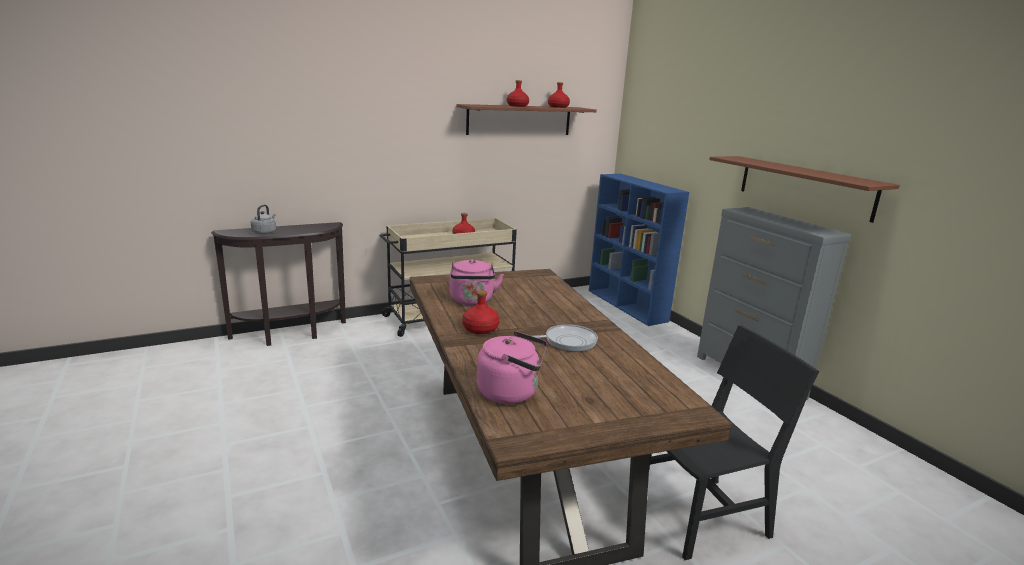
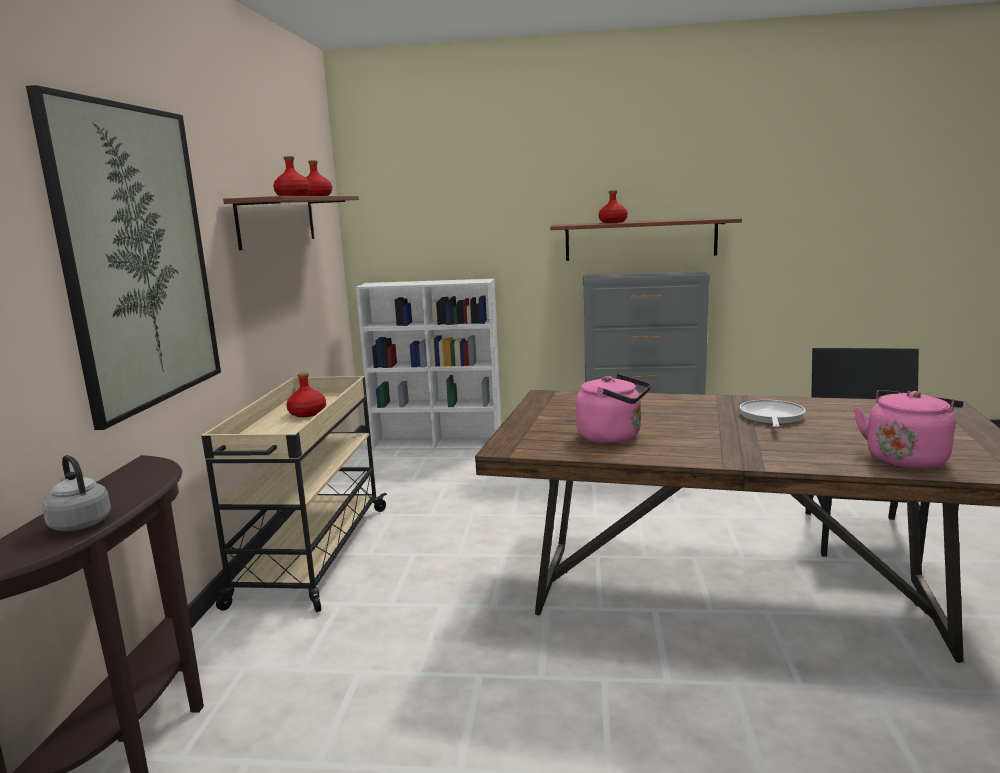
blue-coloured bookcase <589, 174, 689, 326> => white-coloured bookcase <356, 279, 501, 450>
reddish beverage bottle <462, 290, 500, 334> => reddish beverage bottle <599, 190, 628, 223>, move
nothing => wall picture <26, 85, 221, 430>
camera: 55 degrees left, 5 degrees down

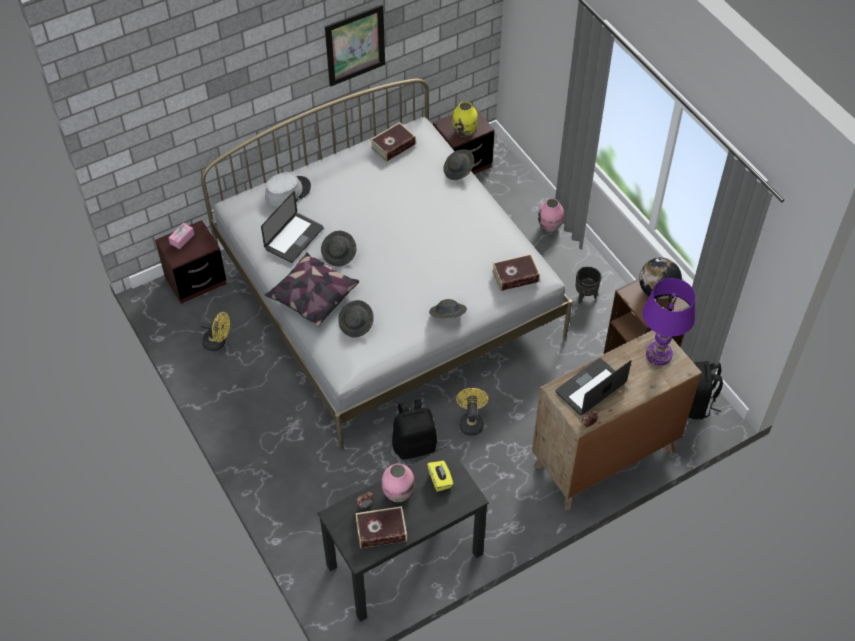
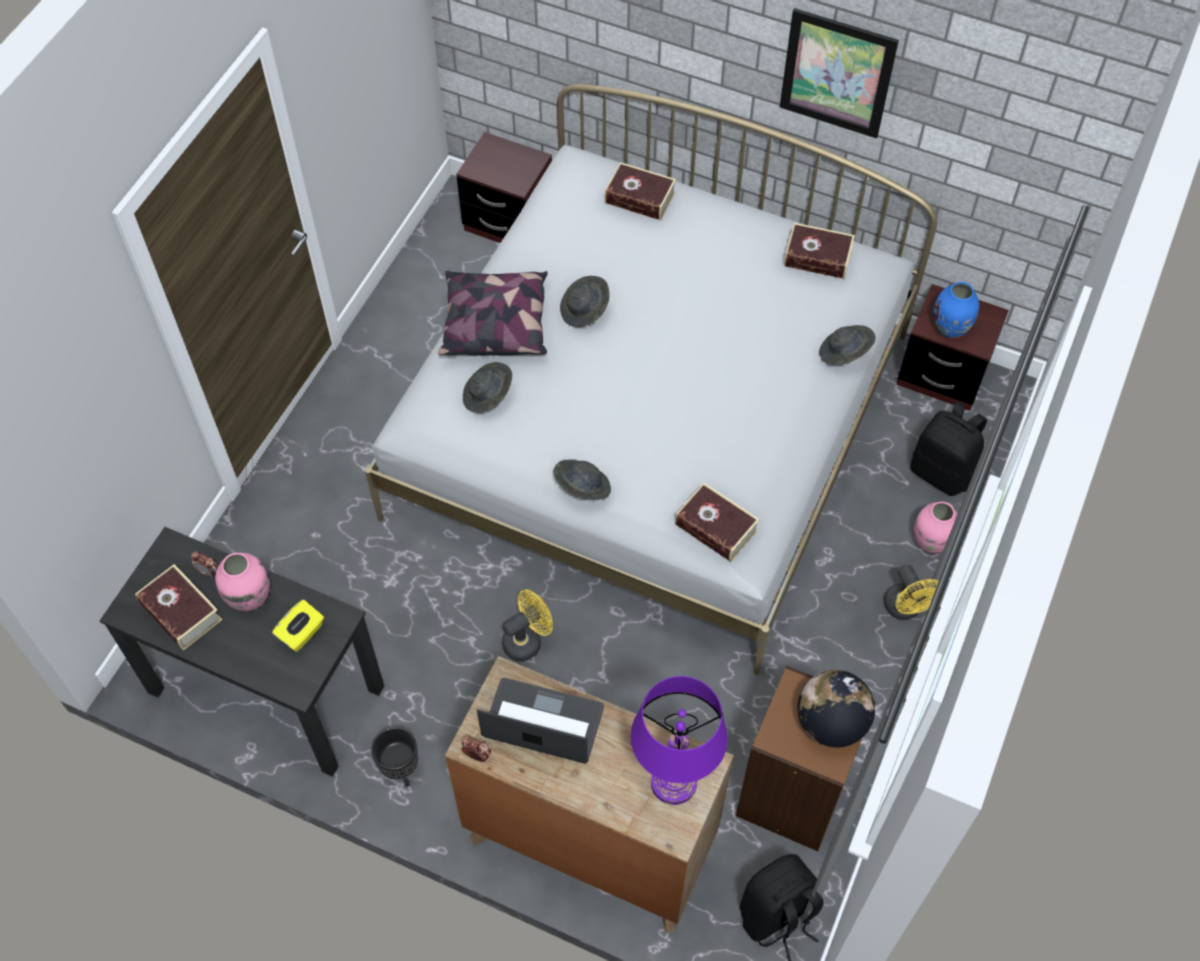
yellow flower vase <452, 101, 478, 137> => blue-coloured flower vase <933, 282, 979, 338>
gray clothing hat <265, 172, 311, 207> => bound book <605, 162, 676, 220>
laptop <261, 191, 324, 263> => nothing
pink box of tissues <168, 223, 194, 249> => nothing
black-coloured planter <575, 266, 601, 303> => black-coloured planter <371, 727, 418, 787>, move
yellow fan <200, 312, 230, 351> => yellow fan <884, 565, 939, 620>, move
black-coloured rucksack <392, 399, 437, 460> => black-coloured rucksack <911, 401, 987, 496>, move
camera: 55 degrees right, 5 degrees up

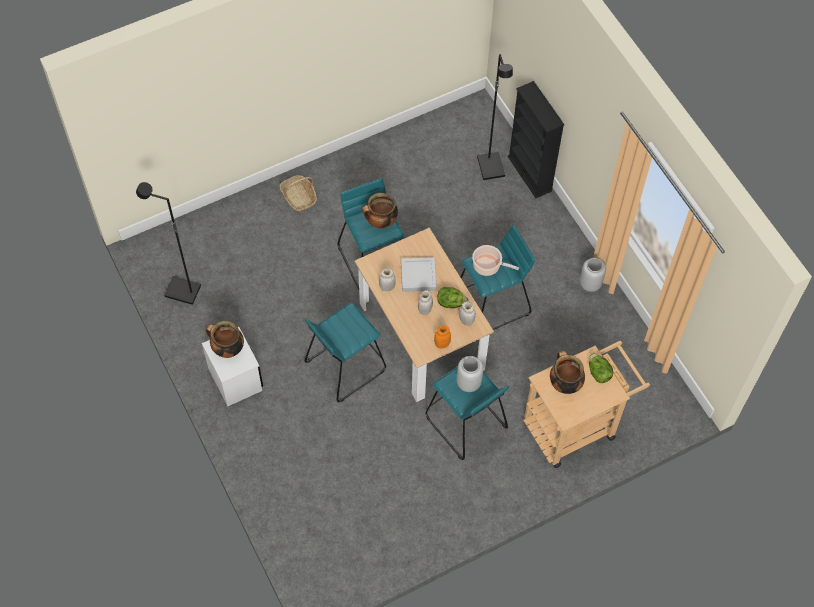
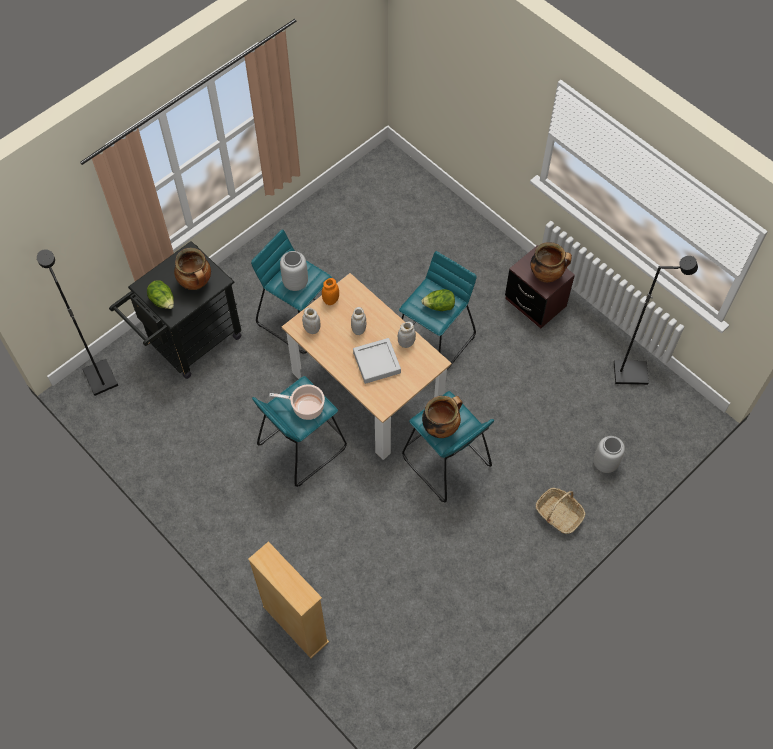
black-coloured standing lamp <477, 54, 513, 180> => black-coloured standing lamp <37, 249, 118, 396>, move
black-coloured bookcase <508, 81, 564, 198> => beige bookcase <248, 541, 329, 658>
gray flower vase <580, 258, 606, 292> => gray flower vase <594, 436, 625, 473>, move
lettuce head <437, 287, 469, 308> => lettuce head <421, 289, 455, 311>, move
white-coloured nightstand <202, 327, 263, 406> => brown nightstand <505, 245, 575, 329>
beige cart <523, 341, 650, 468> => black-coloured cart <109, 241, 241, 379>
camera: 165 degrees right, 0 degrees up

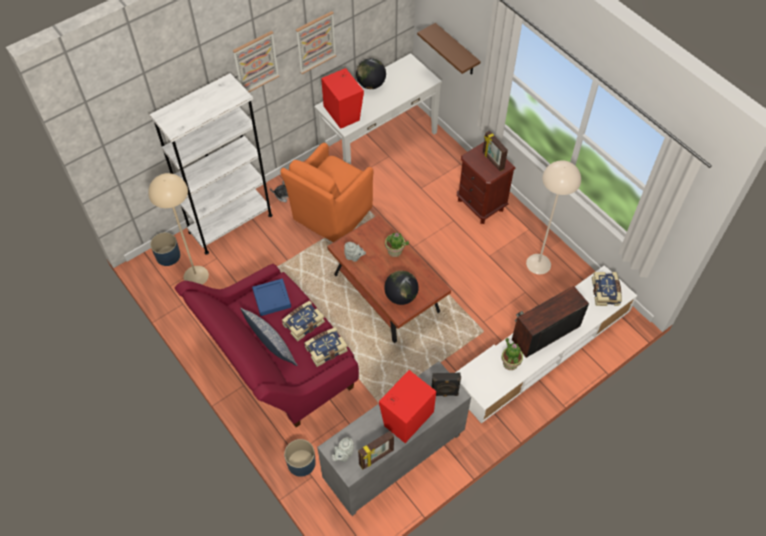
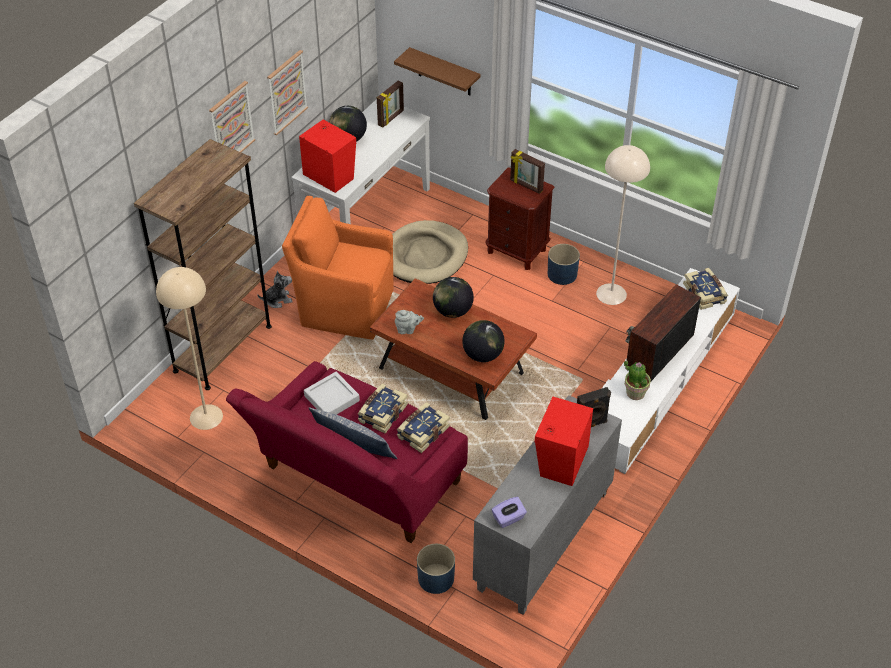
white-coloured bookcase <149, 73, 273, 255> => brown bookcase <134, 139, 272, 390>
orange easy chair <280, 143, 373, 242> => orange easy chair <282, 196, 394, 339>, 90 degrees clockwise
blue-coloured planter <150, 232, 180, 266> => blue-coloured planter <548, 244, 580, 285>, move
plant in a pot <385, 232, 409, 257> => world globe <433, 277, 474, 318>
blue-coloured carrying tray <252, 279, 291, 316> => gray carrying tray <304, 372, 360, 415>
picture frame <358, 431, 394, 469> => picture frame <377, 81, 404, 128>, move
gray pot for tea <332, 437, 354, 462> => purple-coloured box of tissues <492, 497, 527, 528>
nothing => beige dog cushion <392, 220, 468, 284>
camera: 20 degrees left, 10 degrees down

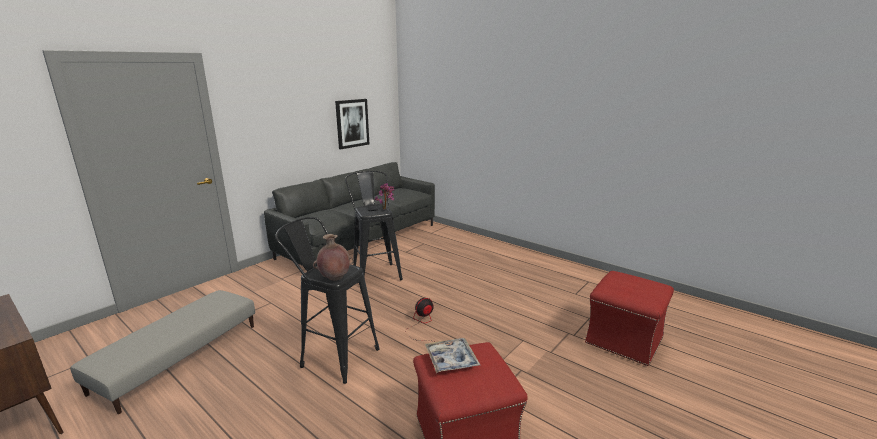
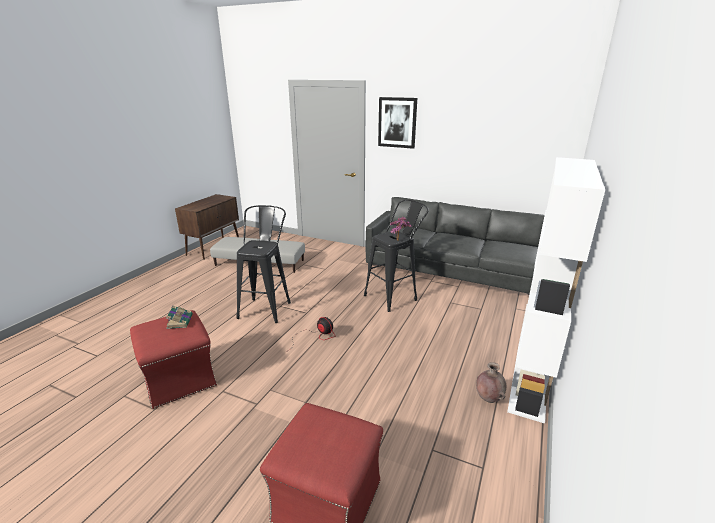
wall picture <335, 99, 369, 149> => wall picture <378, 97, 417, 149>, move
brown flower vase <313, 234, 354, 281> => brown flower vase <476, 362, 506, 403>, move
carrying tray <425, 338, 480, 373> => bound book <166, 306, 193, 329>
nothing => white-coloured bookcase <507, 157, 605, 423>
camera: 75 degrees right, 5 degrees up

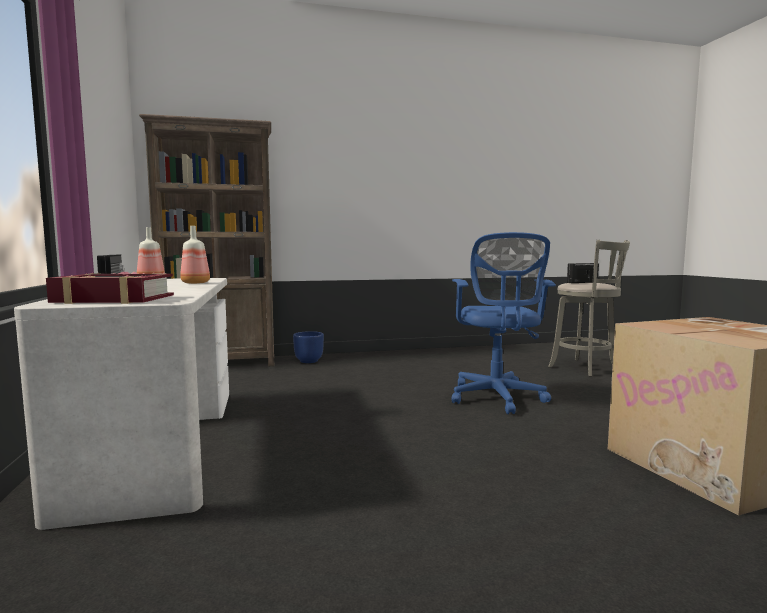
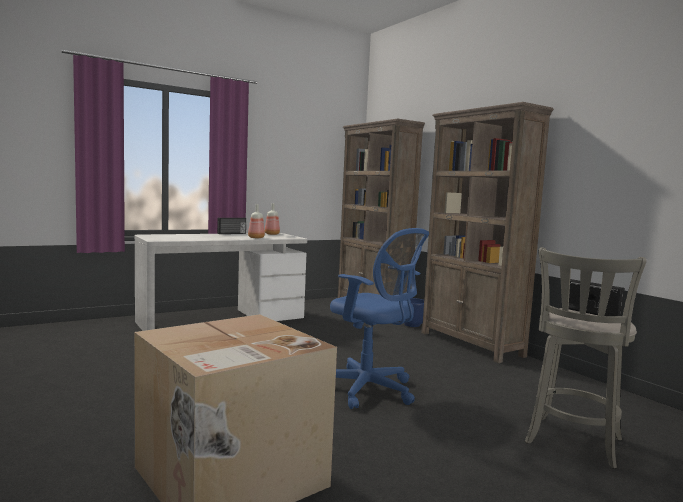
blue-coloured computer chair <451, 232, 556, 414> => blue-coloured computer chair <330, 228, 429, 409>, 120 degrees counterclockwise
bound book <46, 271, 174, 304> => nothing
nothing => brown bookcase <421, 102, 554, 363>
camera: 70 degrees right, 0 degrees up

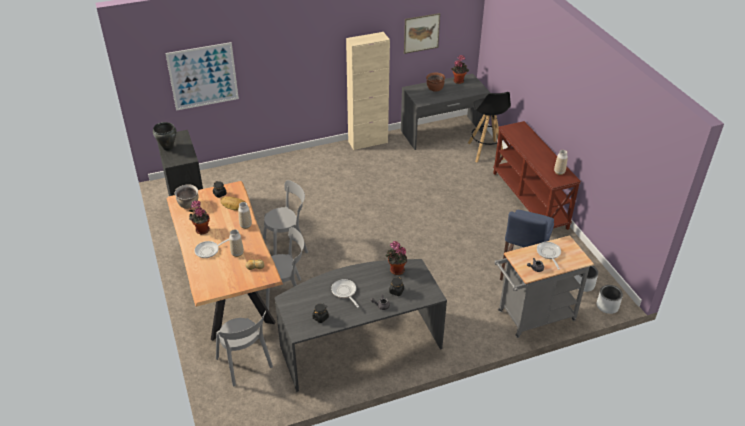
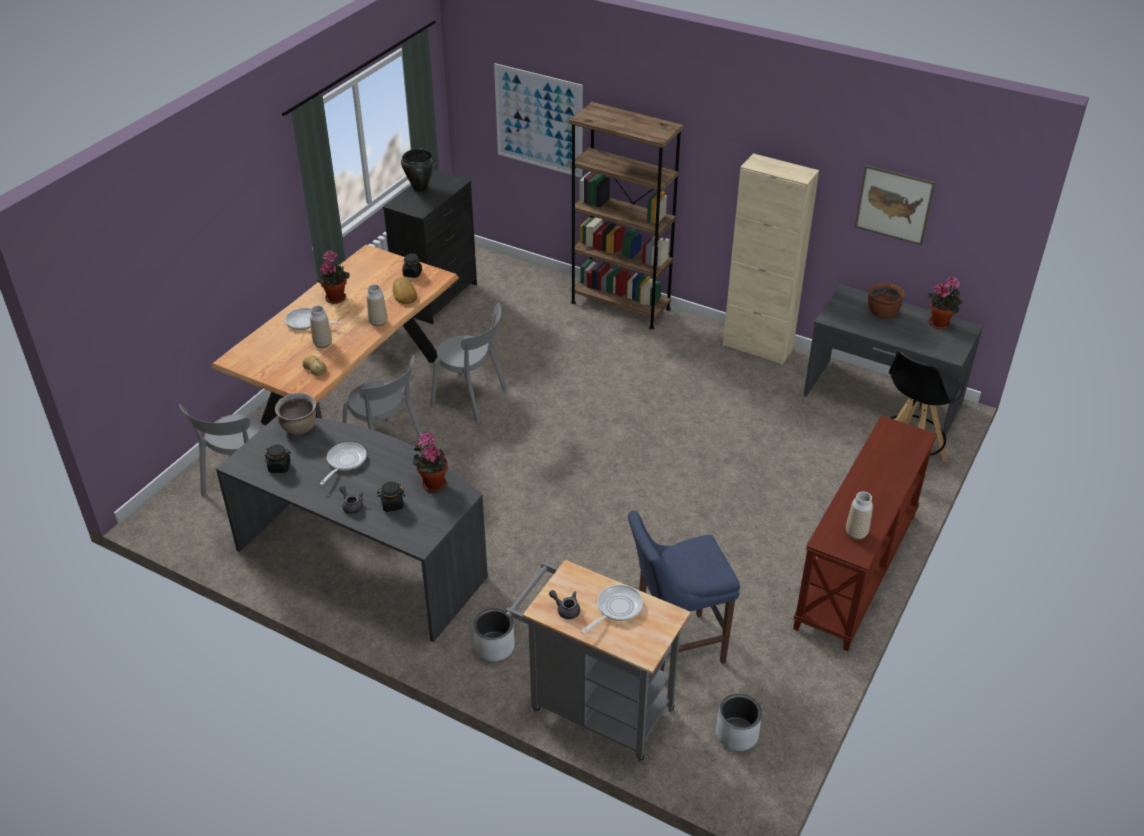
brown saucepot <175, 184, 198, 209> => brown saucepot <275, 393, 316, 435>, move
gray planter <597, 285, 623, 314> => gray planter <473, 609, 515, 661>, move
nothing => brown bookcase <569, 102, 684, 330>
camera: 50 degrees right, 0 degrees up

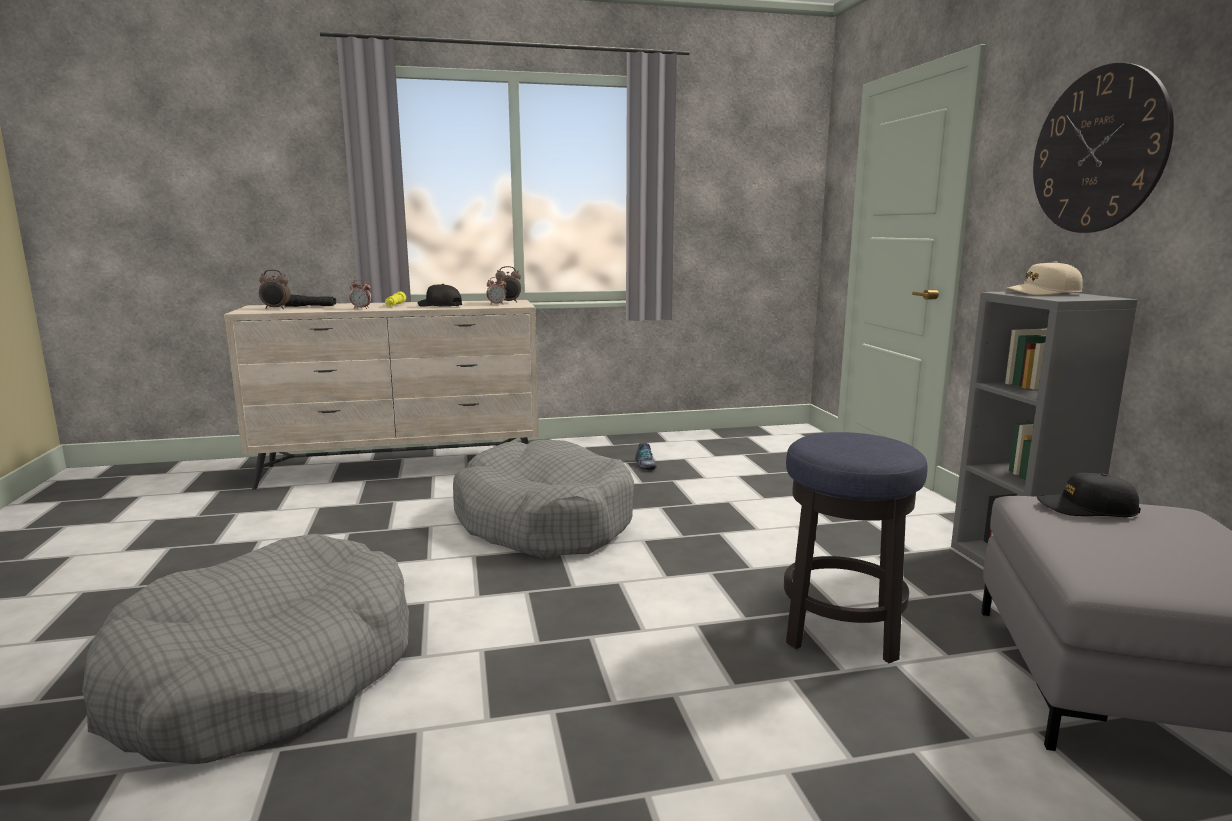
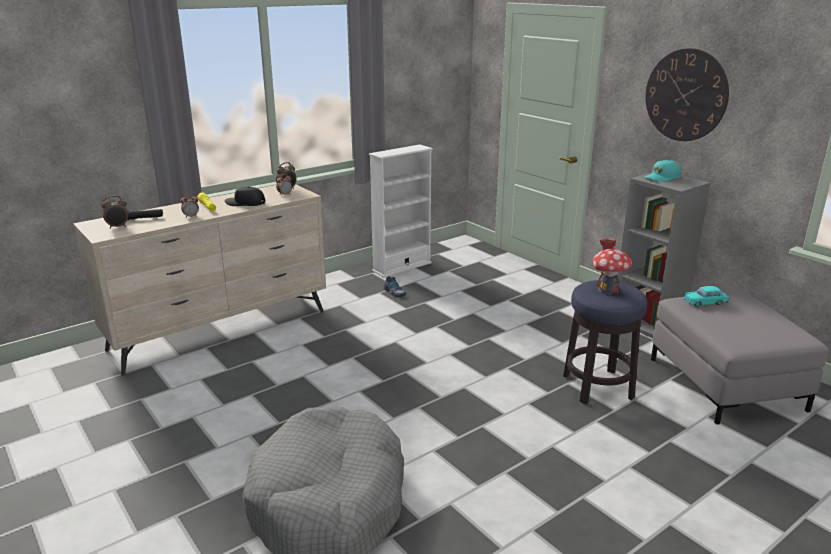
beige cap <1005, 261, 1083, 295> => blue-green cap <645, 160, 681, 182>
gray dog cushion <453, 439, 634, 558> => nothing
black-coloured cap <1037, 473, 1141, 517> => blue-green toy car <684, 286, 730, 307>
nothing => white-coloured bookcase <369, 144, 433, 277>
nothing => toy house <592, 238, 632, 295>
camera: 25 degrees left, 10 degrees up

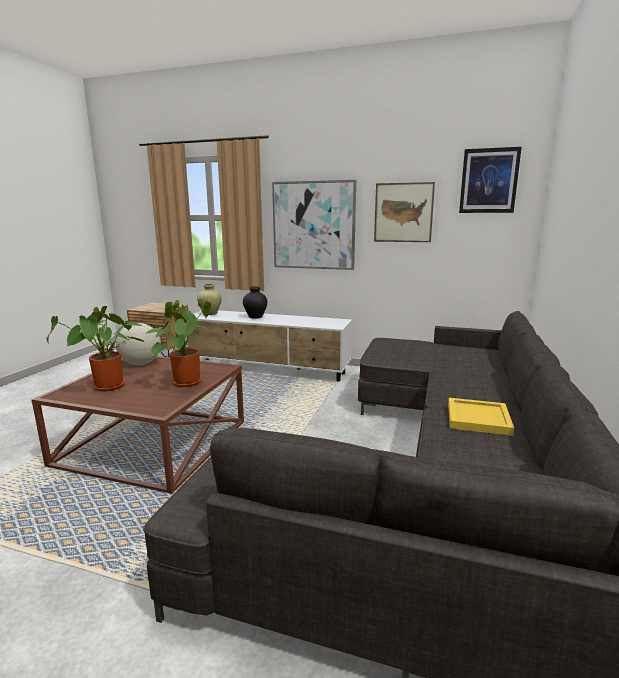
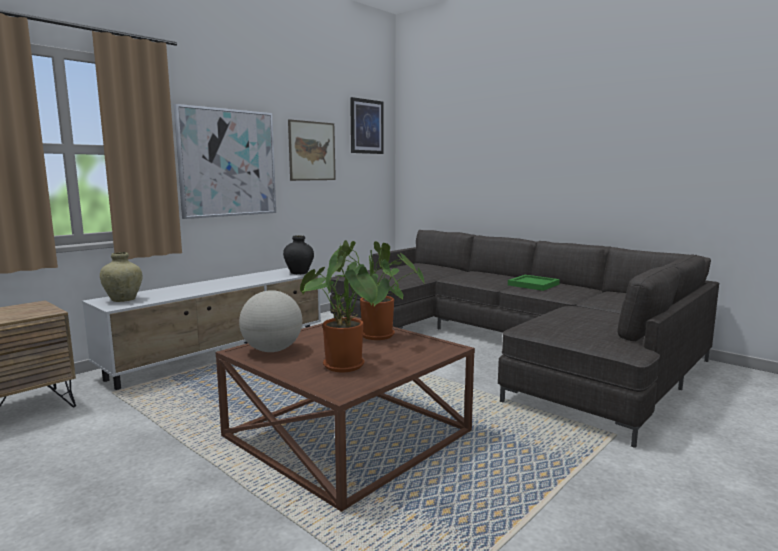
black-coloured flower vase <243, 286, 267, 319> => black-coloured flower vase <283, 235, 314, 274>, move
yellow carrying tray <448, 398, 514, 436> => green-coloured carrying tray <508, 275, 560, 291>
camera: 65 degrees left, 5 degrees down

